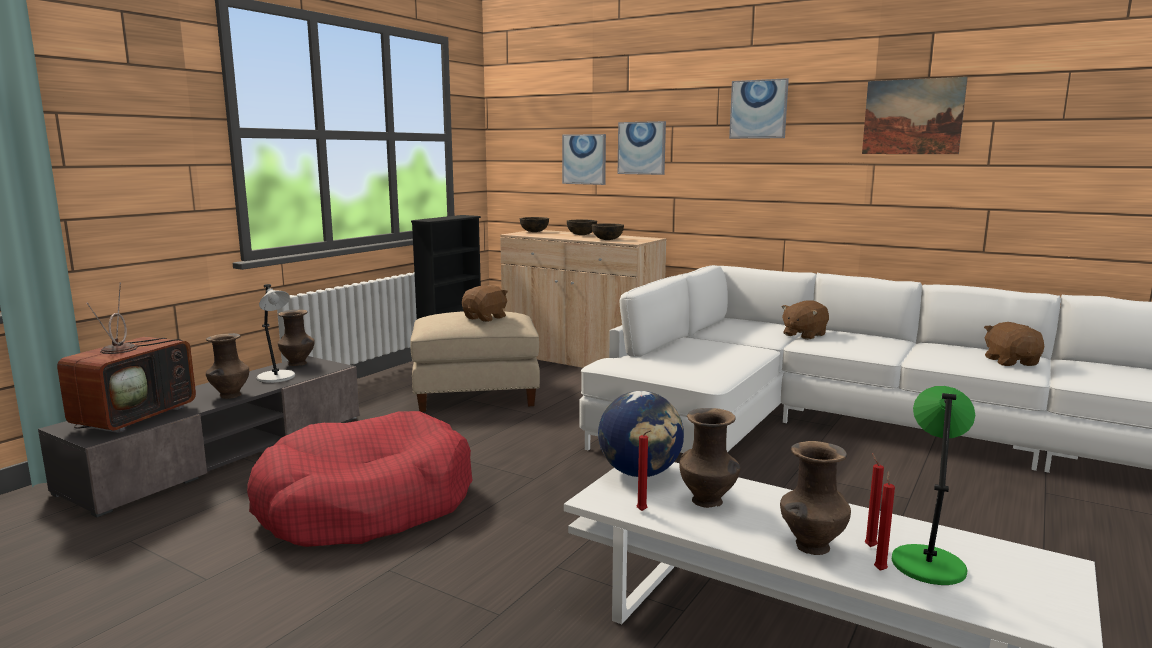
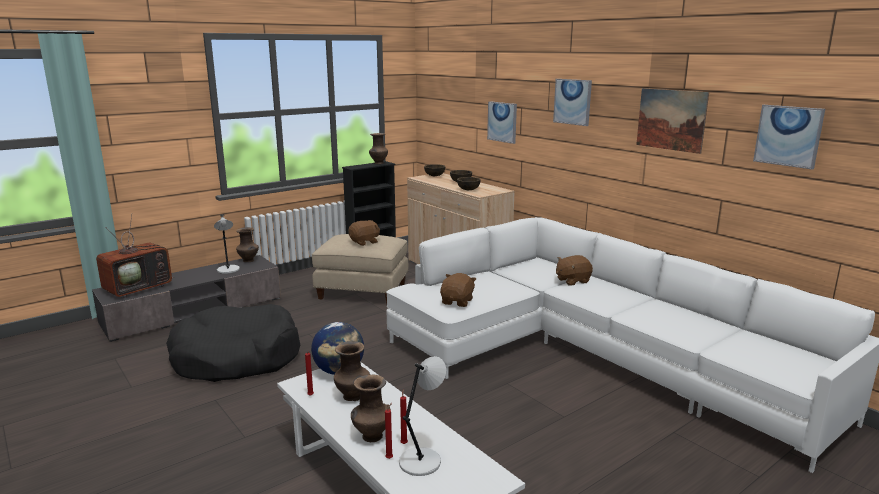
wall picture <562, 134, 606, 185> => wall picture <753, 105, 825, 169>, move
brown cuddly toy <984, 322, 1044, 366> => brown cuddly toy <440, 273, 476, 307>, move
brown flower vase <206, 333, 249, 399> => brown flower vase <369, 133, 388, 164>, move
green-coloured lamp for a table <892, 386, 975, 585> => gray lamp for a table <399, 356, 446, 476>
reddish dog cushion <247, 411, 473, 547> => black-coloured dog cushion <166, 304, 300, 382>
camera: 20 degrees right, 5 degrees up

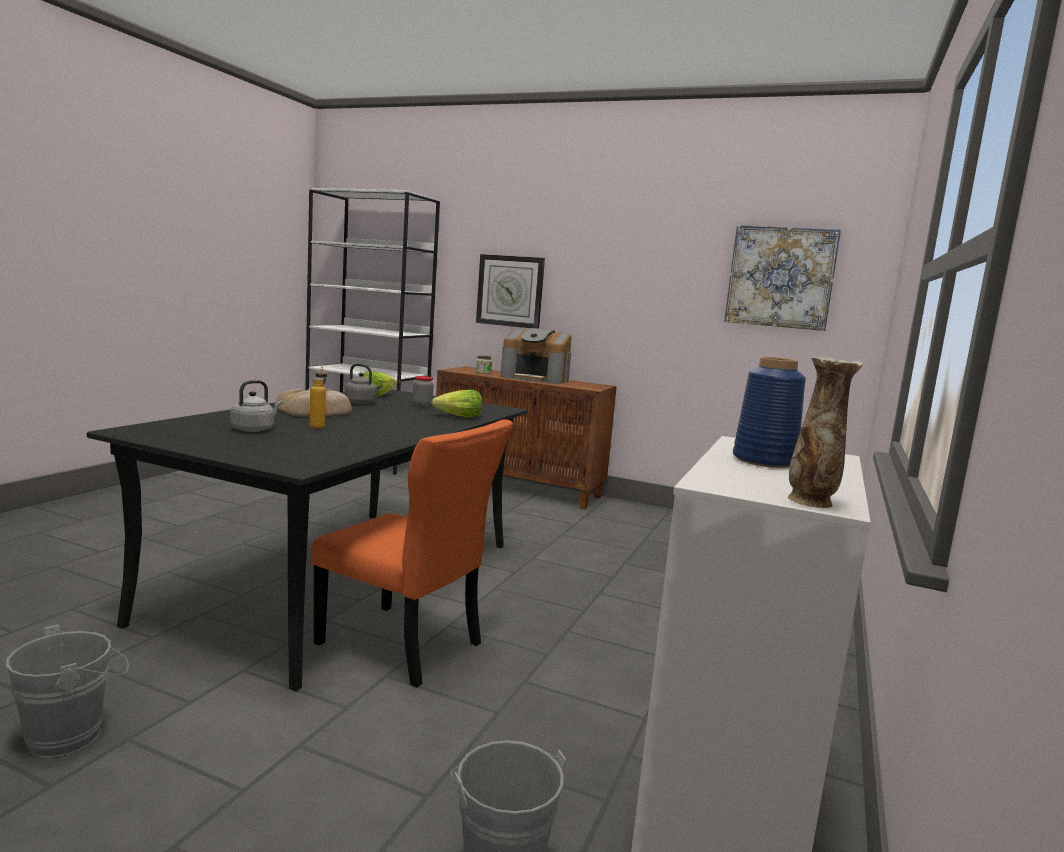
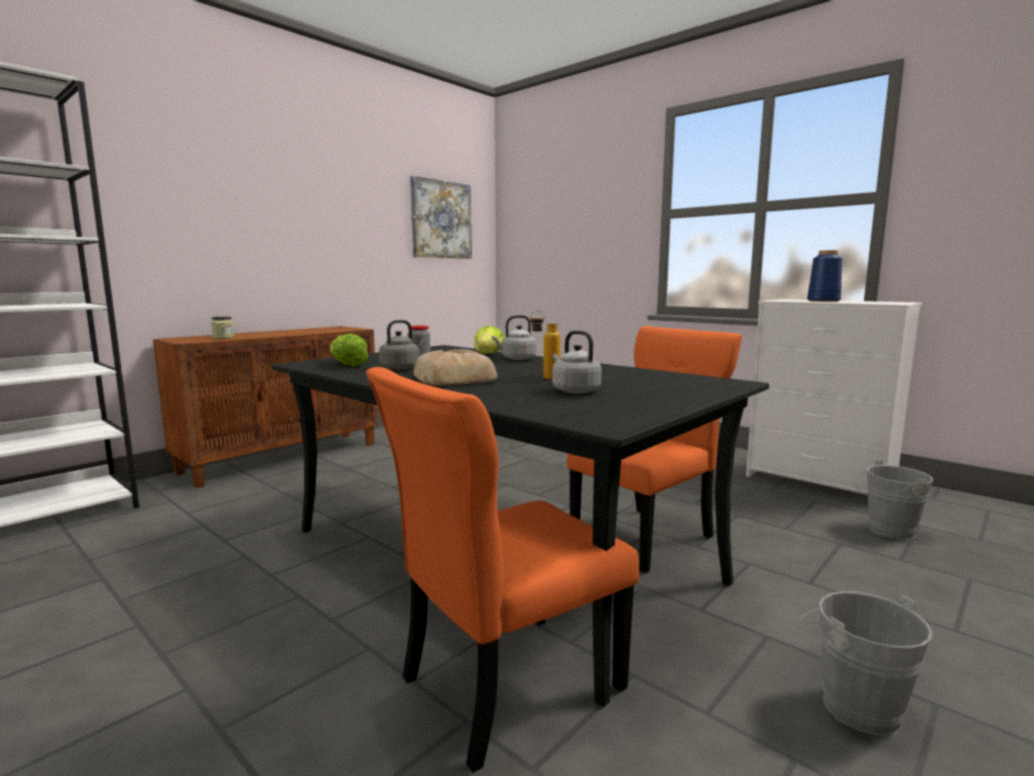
hanging clock <476, 254, 545, 328> => nothing
coffee machine <500, 328, 572, 384> => nothing
flower vase <788, 357, 863, 508> => nothing
nothing => gray water kettle <492, 315, 537, 360>
nothing => orange upright chair <366, 367, 639, 773>
camera: 70 degrees left, 0 degrees up

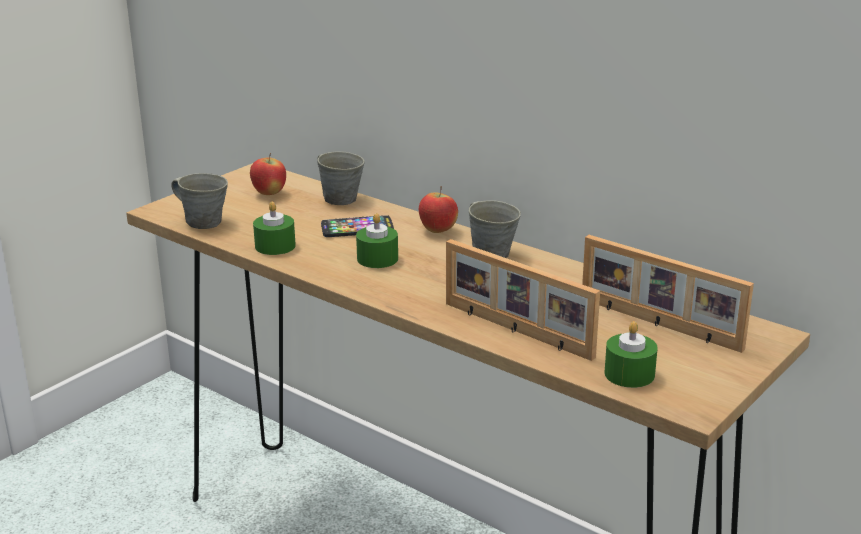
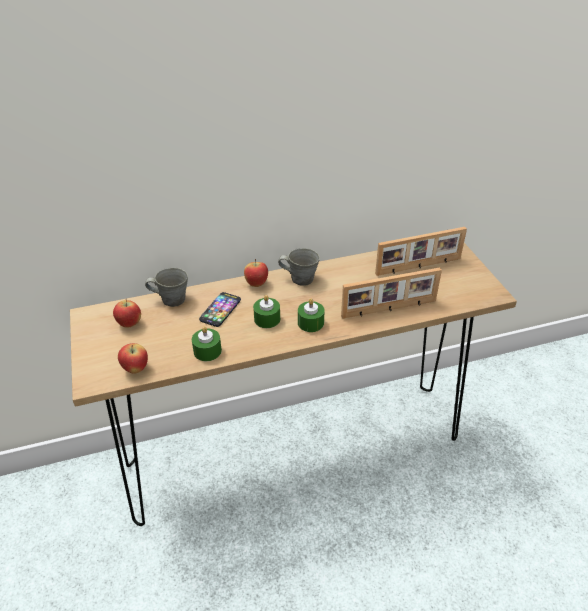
gray coffee mug <171, 173, 228, 229> => whole apple <118, 343, 148, 373>
green-coloured wax light <604, 321, 658, 388> => green-coloured wax light <298, 299, 324, 332>, move
camera: 55 degrees left, 15 degrees up

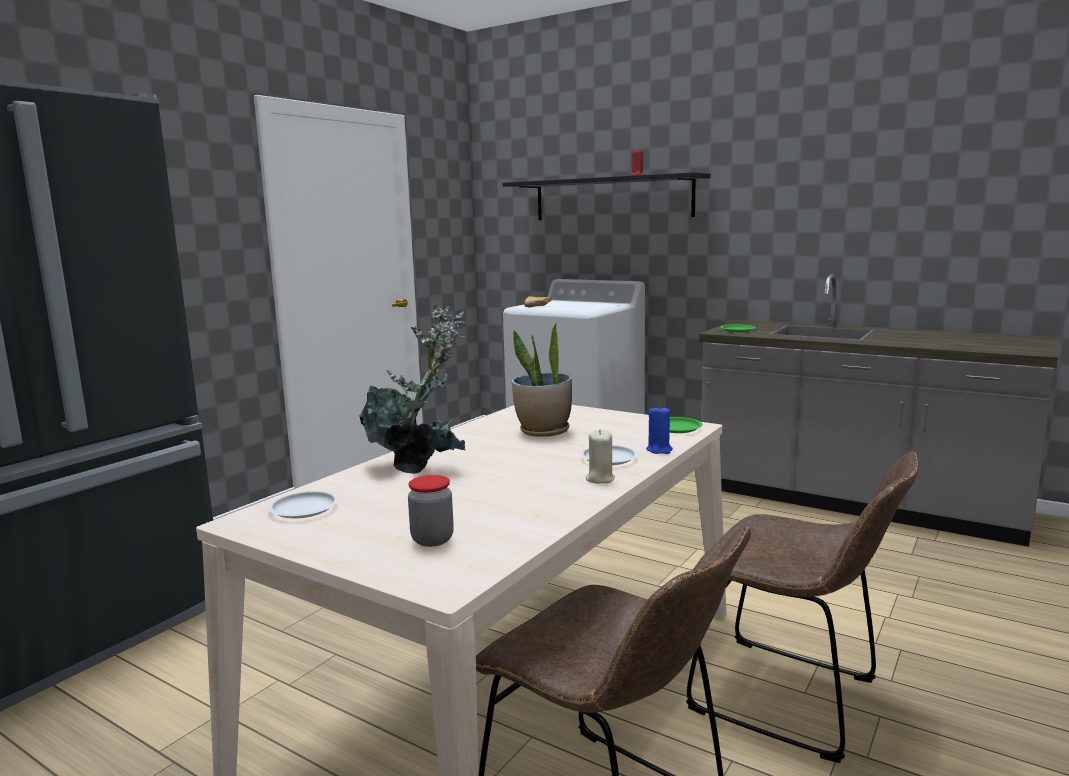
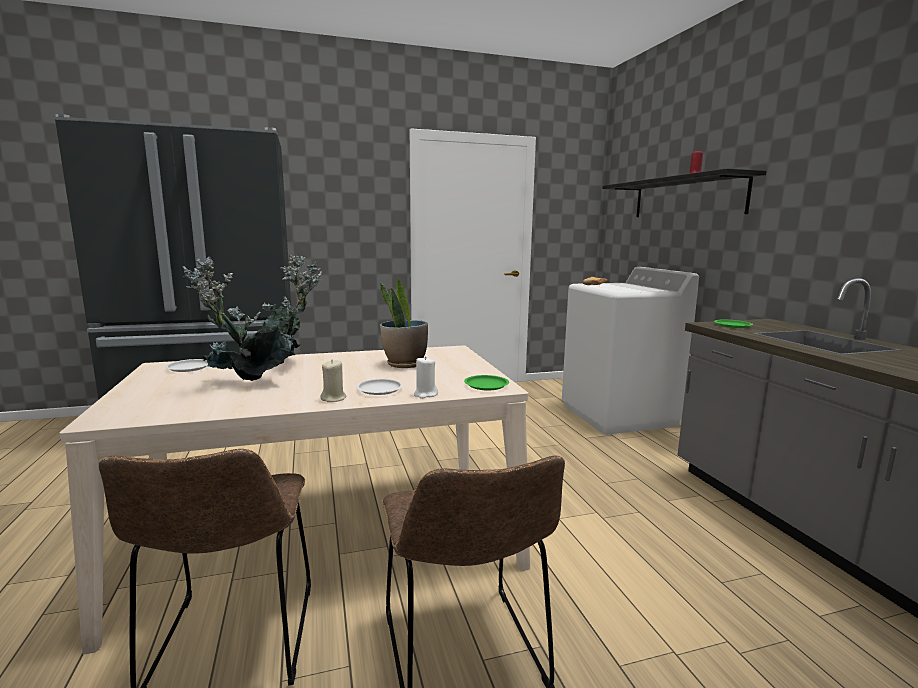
blue-coloured wax light <646, 405, 673, 454> => white-coloured wax light <414, 356, 438, 399>
preserve jar <408, 475, 454, 547> => nothing
nothing => plant in a pot <183, 257, 290, 381>
camera: 40 degrees right, 0 degrees up

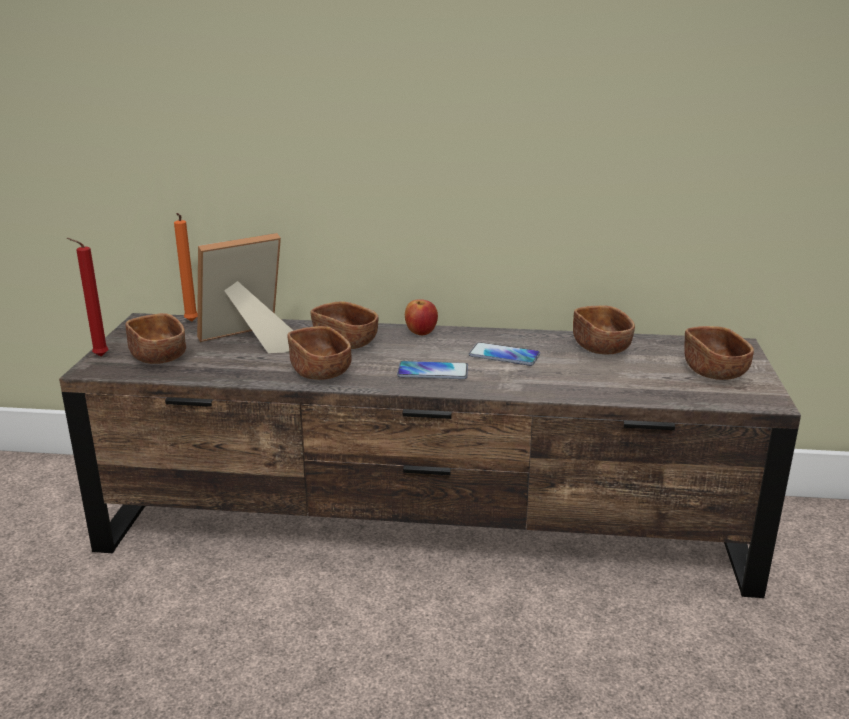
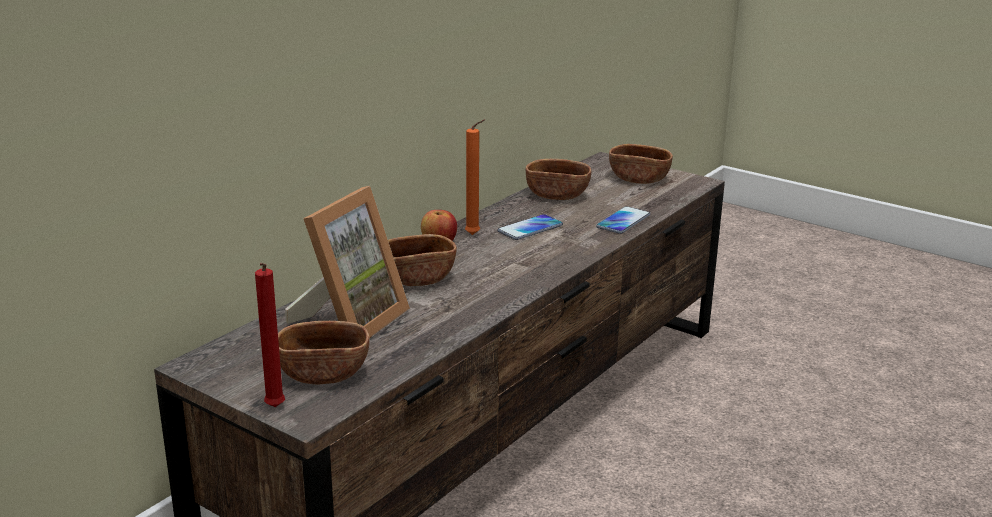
orange wax light <174, 213, 197, 322> => orange wax light <465, 120, 485, 235>, move
picture frame <197, 233, 294, 353> => picture frame <285, 186, 410, 338>, 150 degrees counterclockwise
brown deep dish <287, 326, 351, 380> => nothing
telephone <397, 361, 468, 379> => telephone <596, 206, 650, 234>, move
camera: 60 degrees left, 0 degrees up

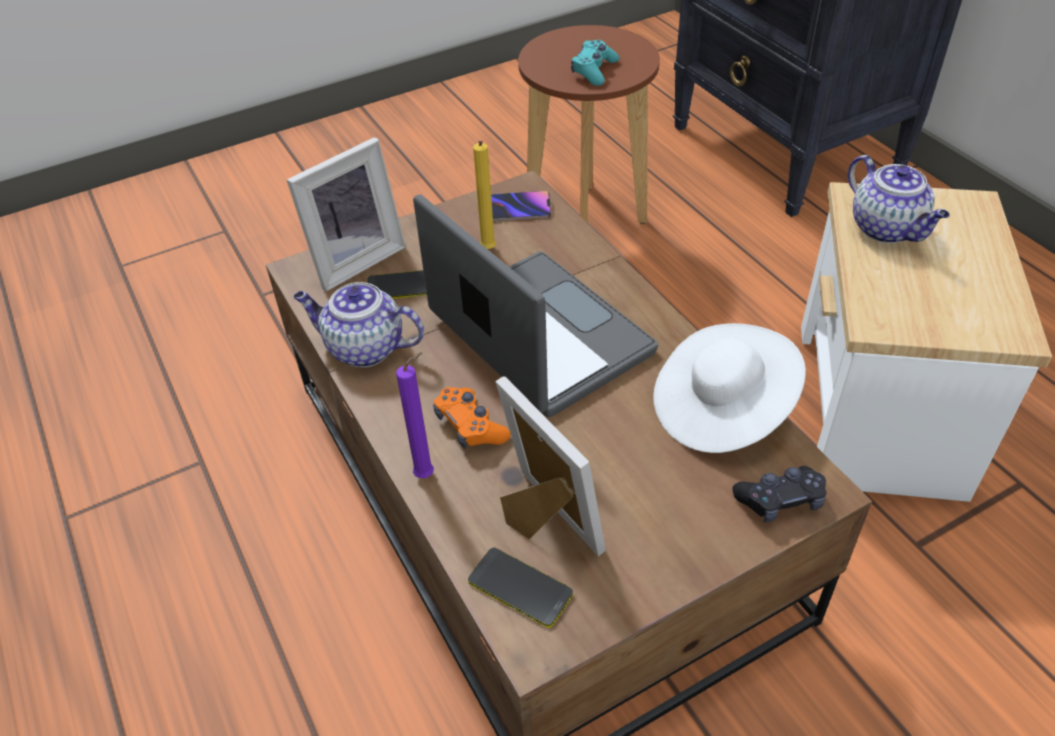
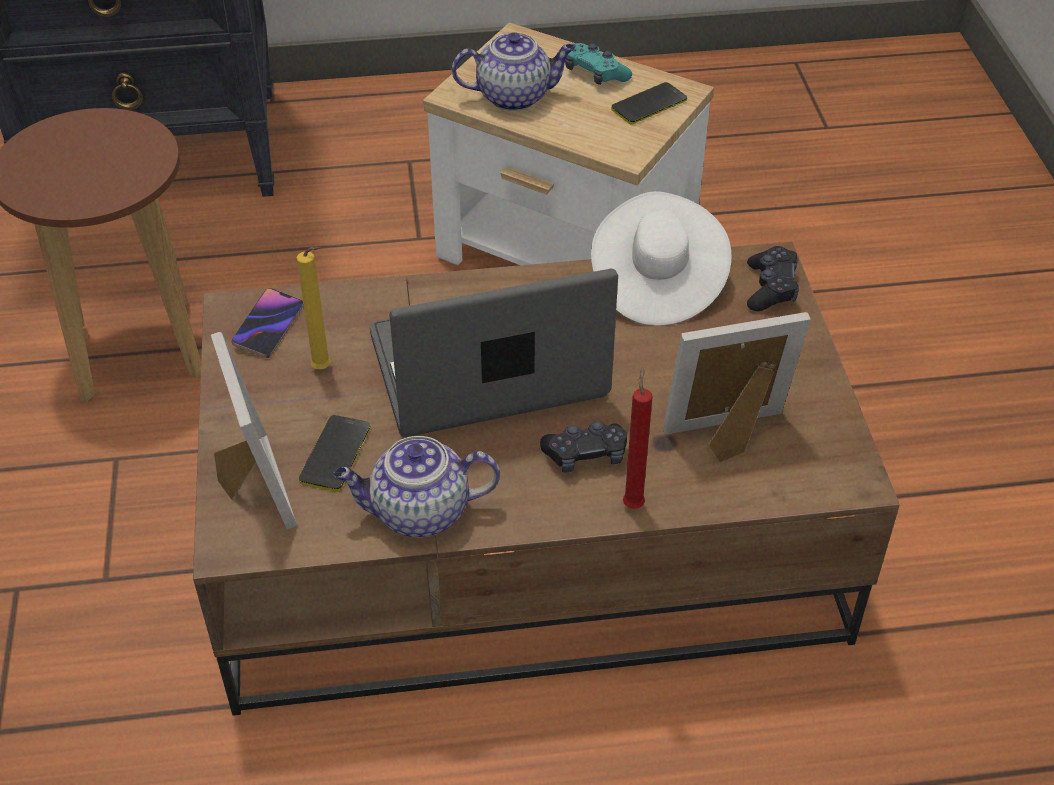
blue-green gamepad <571, 40, 619, 86> => blue-green gamepad <565, 43, 632, 85>, move
pot for tea <293, 282, 424, 367> => pot for tea <334, 436, 500, 538>, 45 degrees clockwise
purple-coloured wax light <396, 352, 434, 478> => reddish wax light <623, 367, 653, 509>
orange gamepad <433, 387, 511, 448> => black-coloured gamepad <540, 421, 627, 473>
telephone <468, 548, 573, 628> => telephone <611, 82, 687, 124>, move
camera: 70 degrees left, 0 degrees up

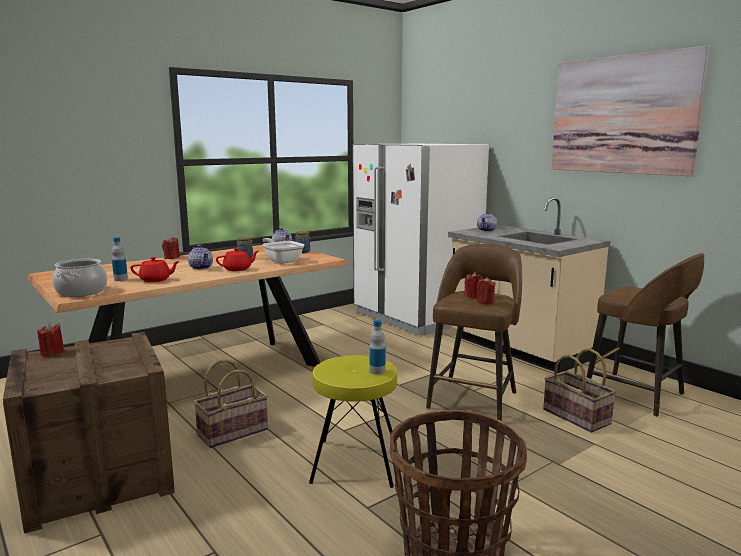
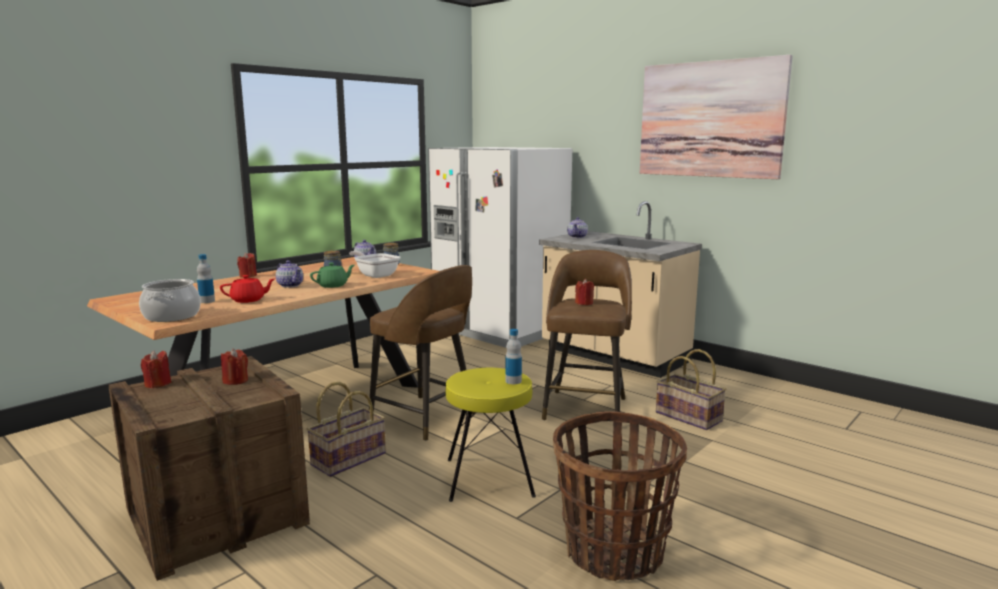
reddish pot for tea <216, 248, 259, 271> => green-coloured pot for tea <310, 263, 354, 288>
brown stool <587, 253, 704, 417> => brown stool <369, 265, 475, 441>, move
reddish wax light <477, 277, 496, 304> => reddish wax light <221, 348, 248, 385>, move
camera: 10 degrees left, 0 degrees up

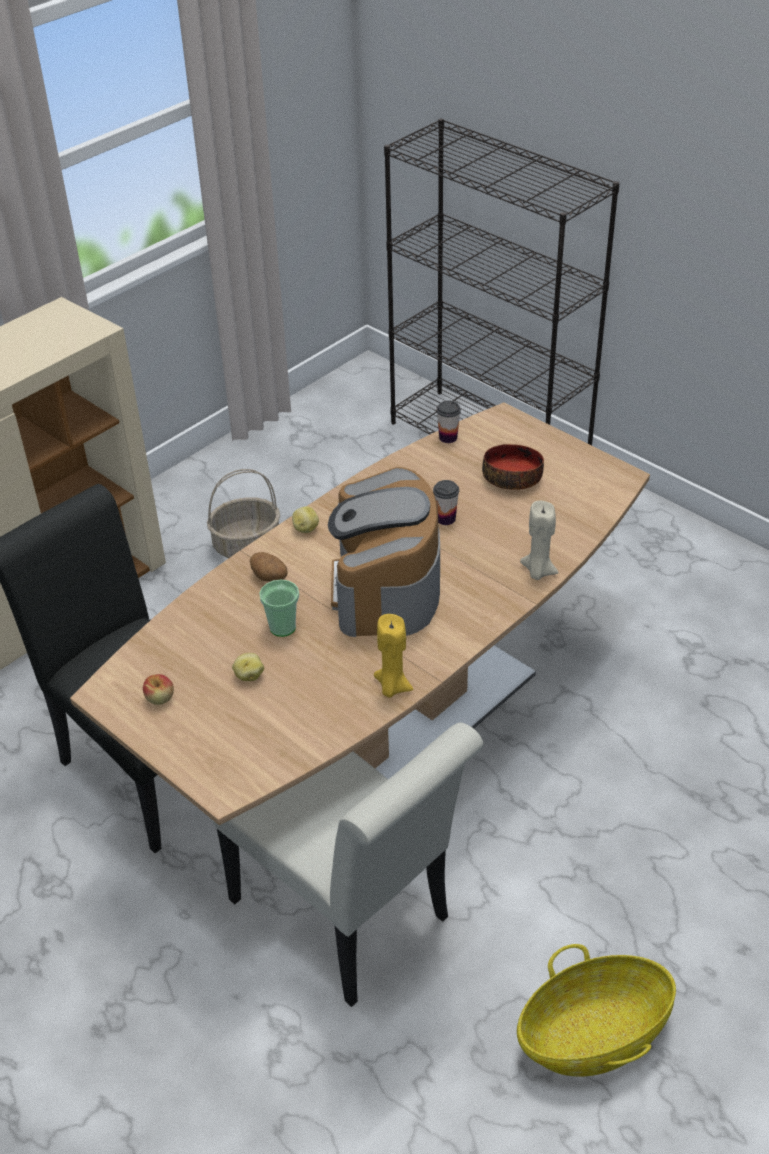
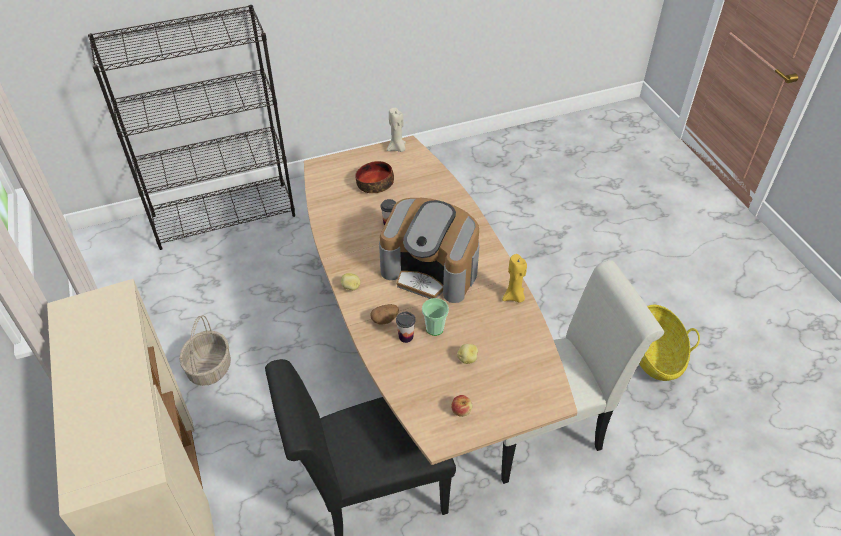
small cup <436, 400, 461, 443> => small cup <396, 312, 416, 343>, move
beige wax light <520, 501, 559, 580> => beige wax light <387, 107, 406, 152>, move
camera: 65 degrees left, 5 degrees up

